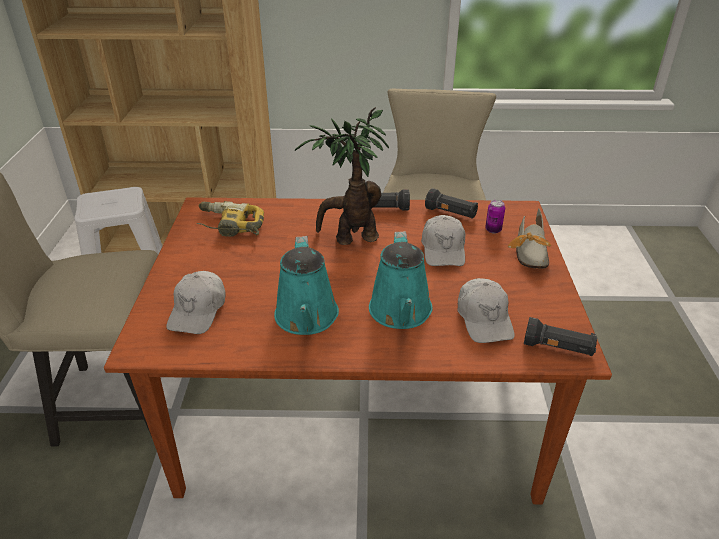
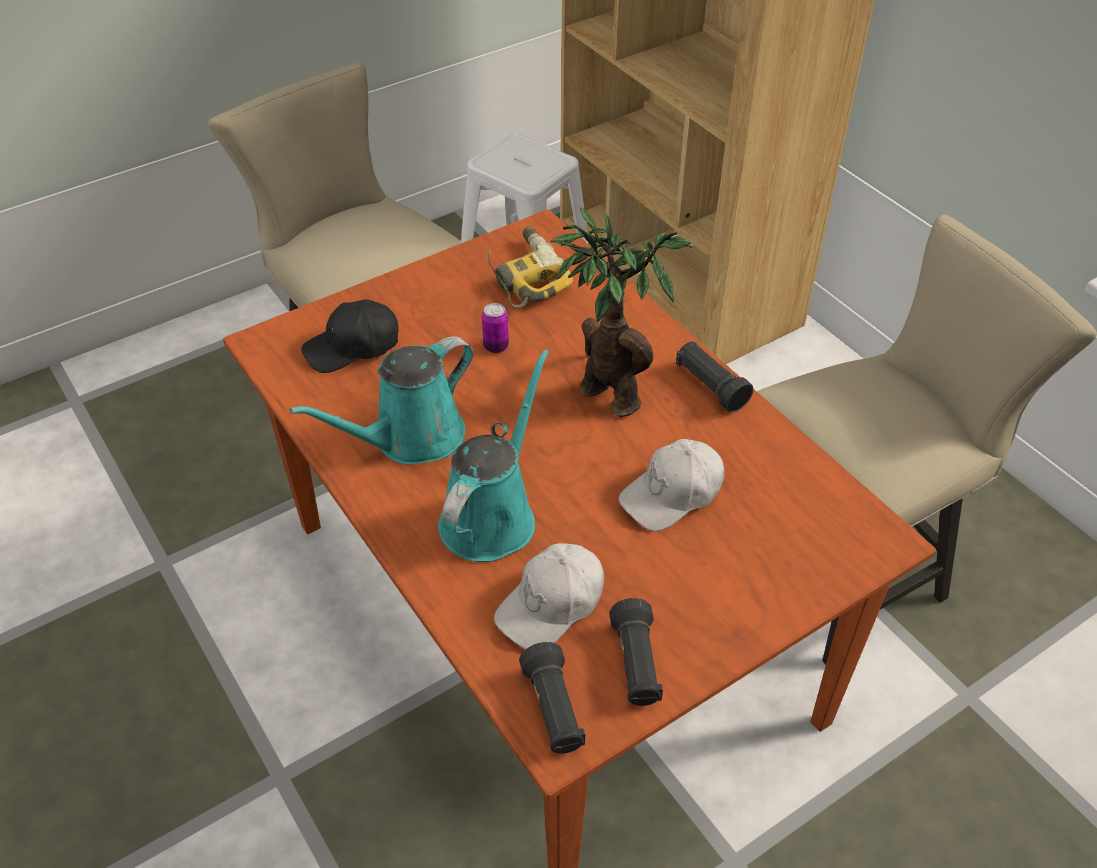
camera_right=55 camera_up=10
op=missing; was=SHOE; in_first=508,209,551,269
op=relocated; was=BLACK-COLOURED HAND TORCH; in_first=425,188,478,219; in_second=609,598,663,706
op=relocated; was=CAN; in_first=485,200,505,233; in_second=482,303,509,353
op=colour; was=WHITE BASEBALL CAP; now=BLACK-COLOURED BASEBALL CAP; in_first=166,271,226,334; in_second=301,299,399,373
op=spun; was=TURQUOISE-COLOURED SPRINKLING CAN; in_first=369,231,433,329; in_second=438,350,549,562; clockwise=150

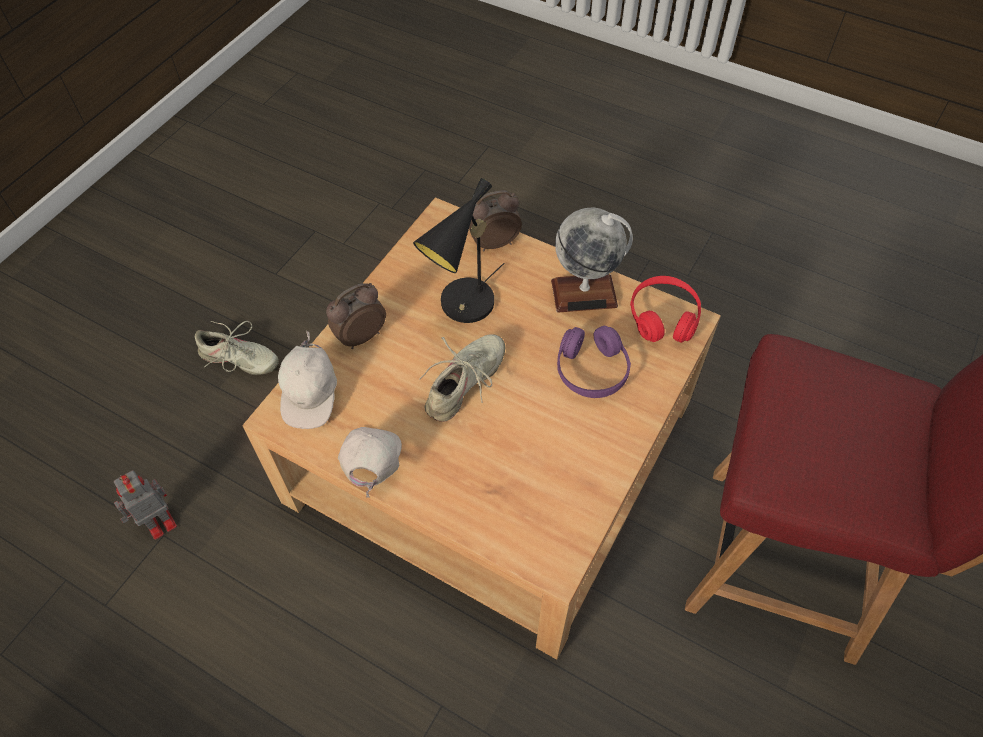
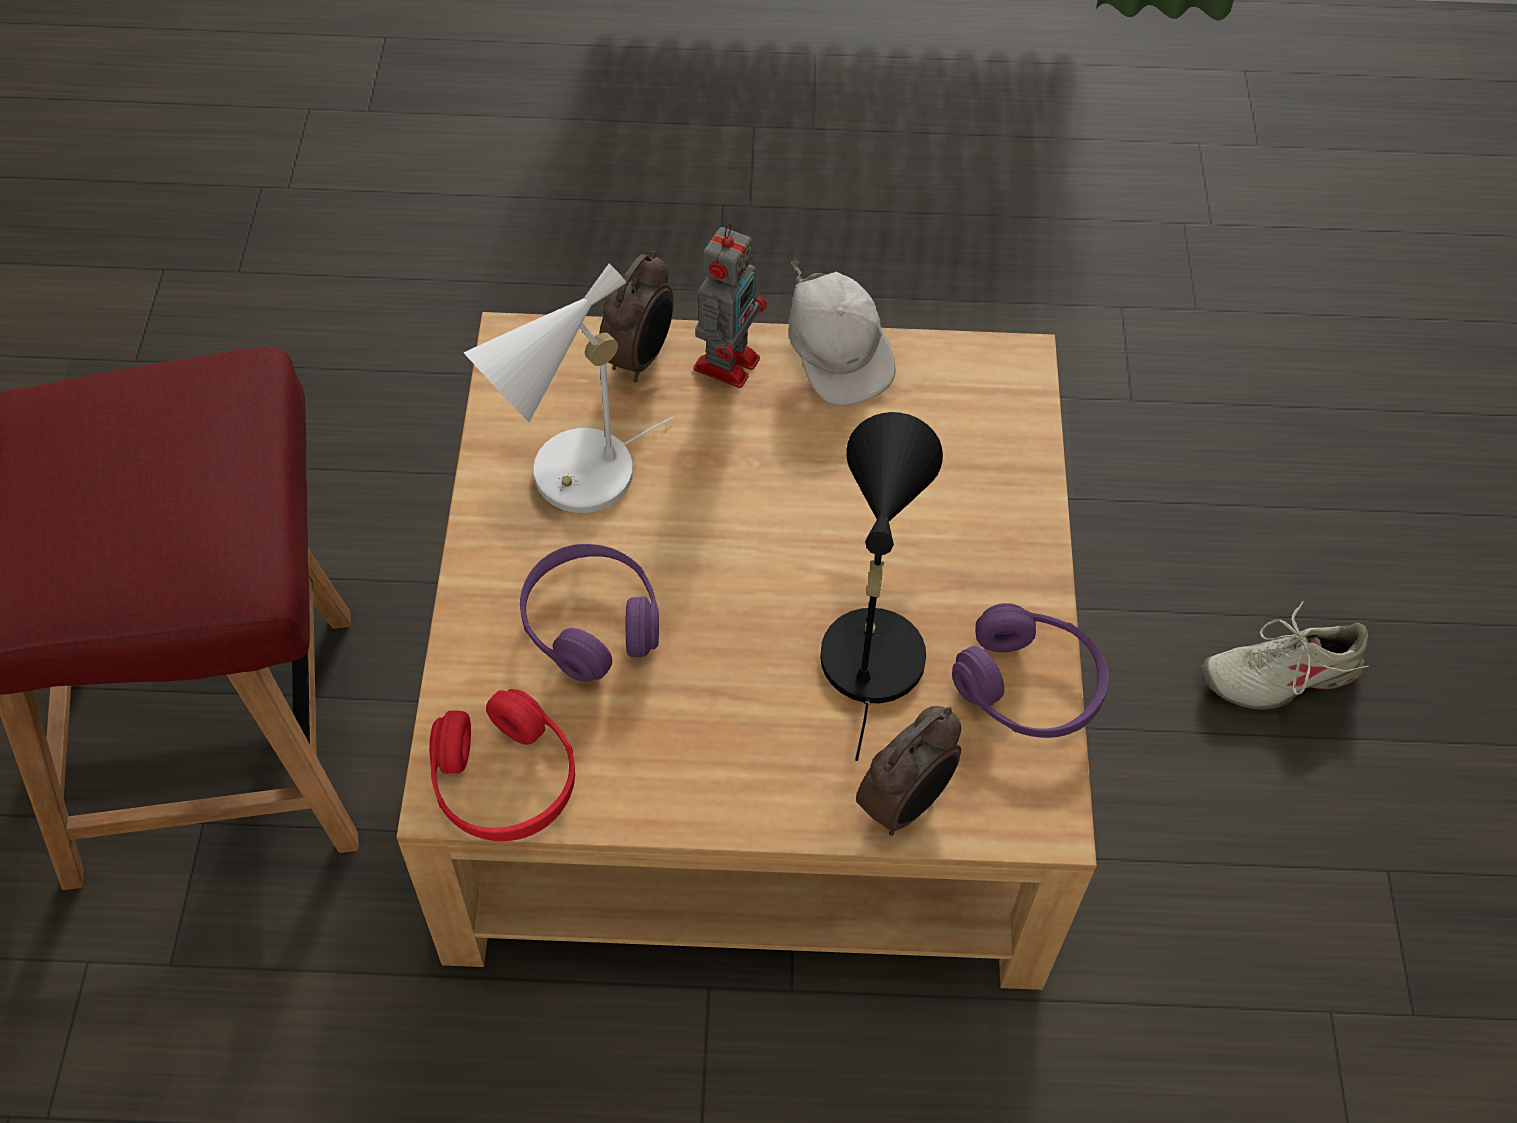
camera_right=150 camera_up=0
op=missing; was=WHITE BASEBALL CAP; in_first=278,331,337,429
op=missing; was=SAND-COLOURED SHOE; in_first=420,334,506,422
op=missing; was=DESK GLOBE; in_first=551,208,633,313
op=appeared; now=WHITE LAMP FOR A TABLE; in_second=463,264,674,513
op=appeared; now=PURPLISH PAIR OF HEADPHONES; in_second=952,603,1109,738
op=relocated; was=TOY ROBOT; in_first=114,470,177,540; in_second=693,223,767,388
op=relocated; was=TABLE CLOCK; in_first=326,283,386,349; in_second=599,251,673,382

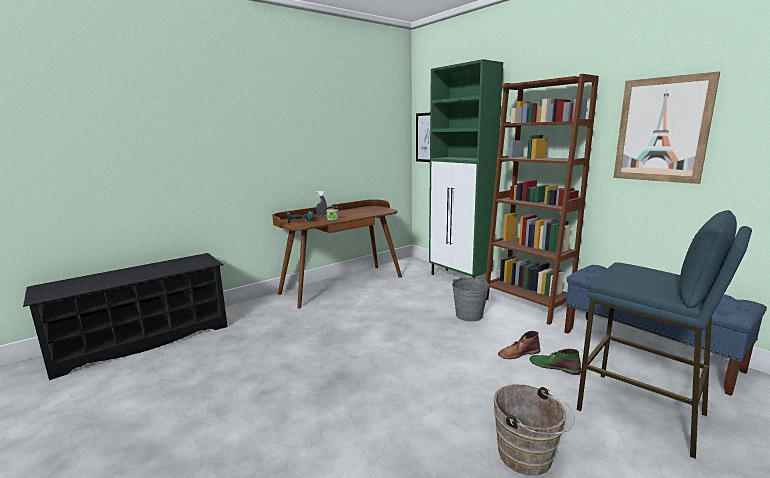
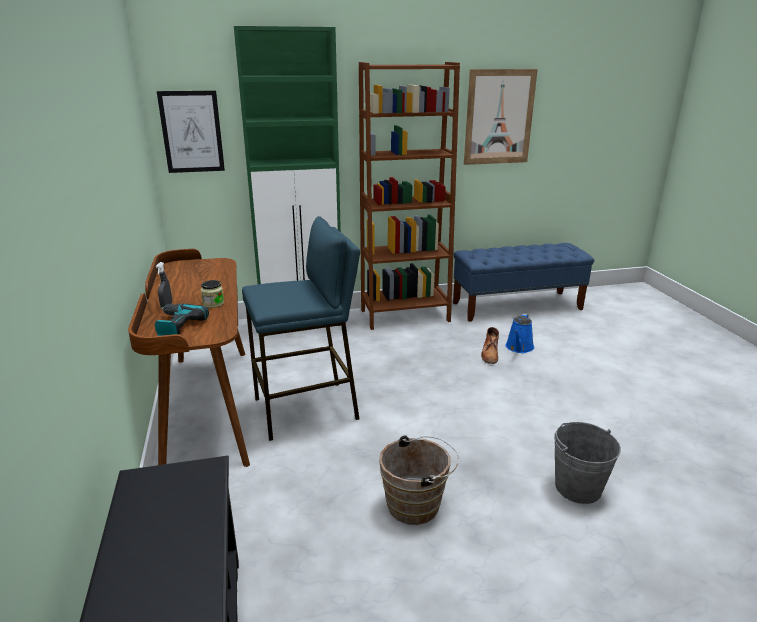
camera_right=-65 camera_up=10
op=relocated; was=GRAY PAIL; in_first=452,277,489,322; in_second=554,422,621,504
op=relocated; was=BROWN PAIL; in_first=494,384,575,476; in_second=379,435,459,525
op=relocated; was=BLUE STOOL; in_first=577,210,752,459; in_second=242,216,360,441
op=exchanged; was=GREEN TALL BOOT; now=BLUE SPRINKLING CAN; in_first=529,349,581,375; in_second=505,313,534,353

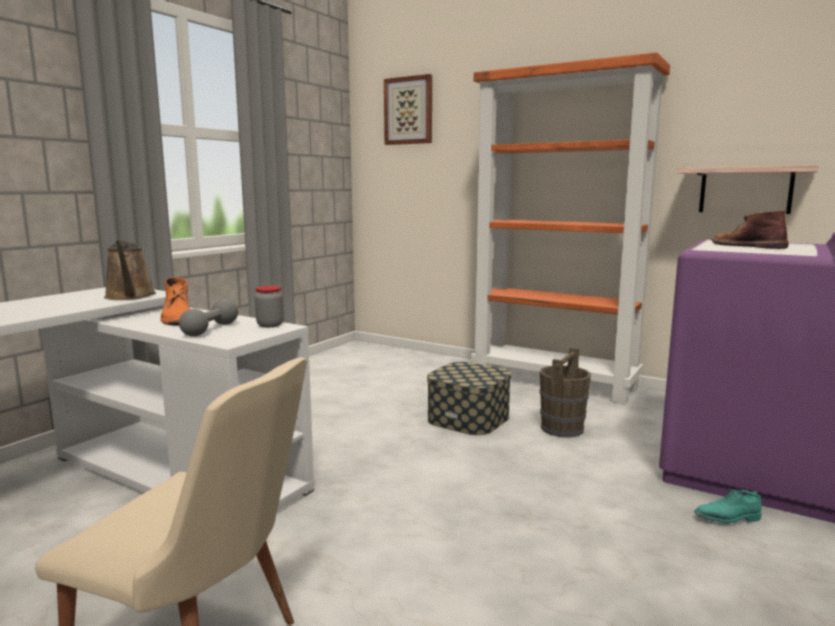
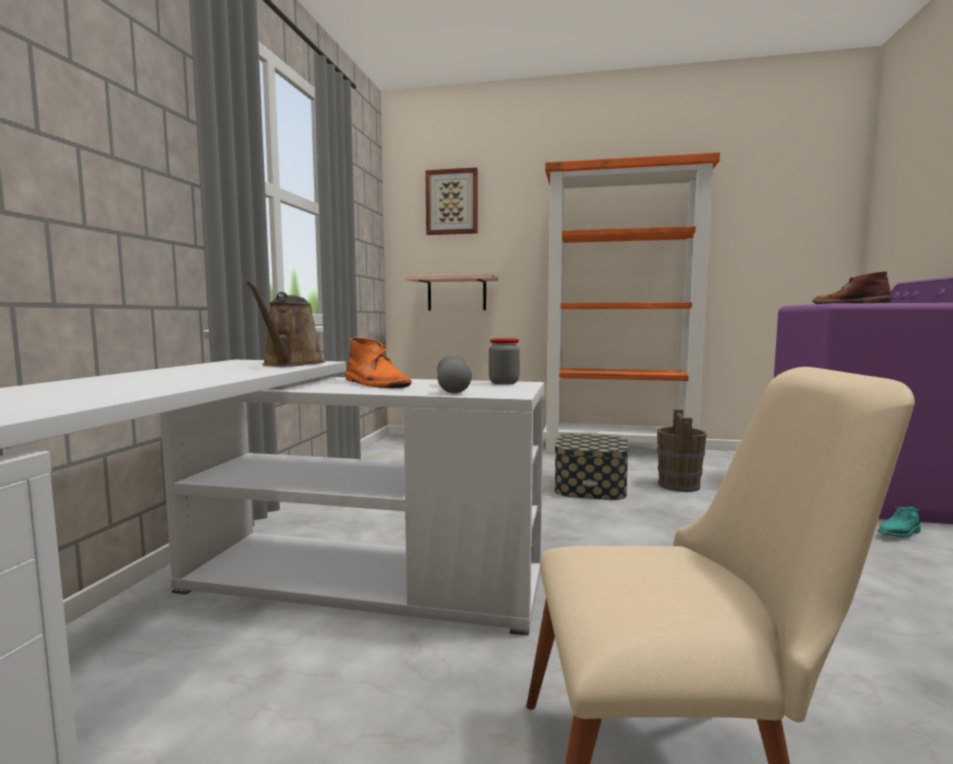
camera_right=-20 camera_up=-5
op=relocated; was=BRACKET SHELF; in_first=677,165,819,214; in_second=404,274,498,310
op=spun; was=BROWN SPRINKLING CAN; in_first=104,240,156,300; in_second=246,281,325,367; clockwise=45

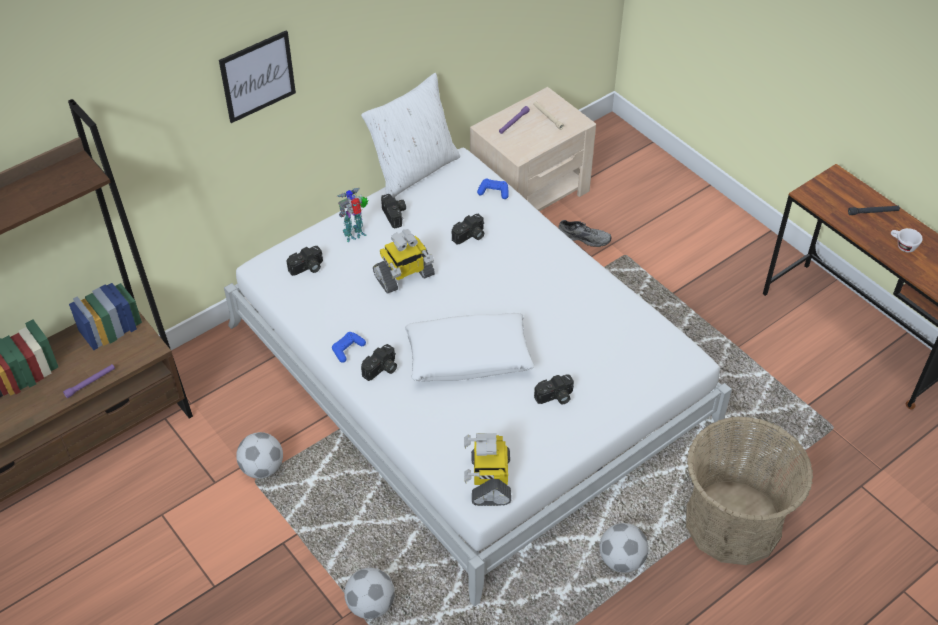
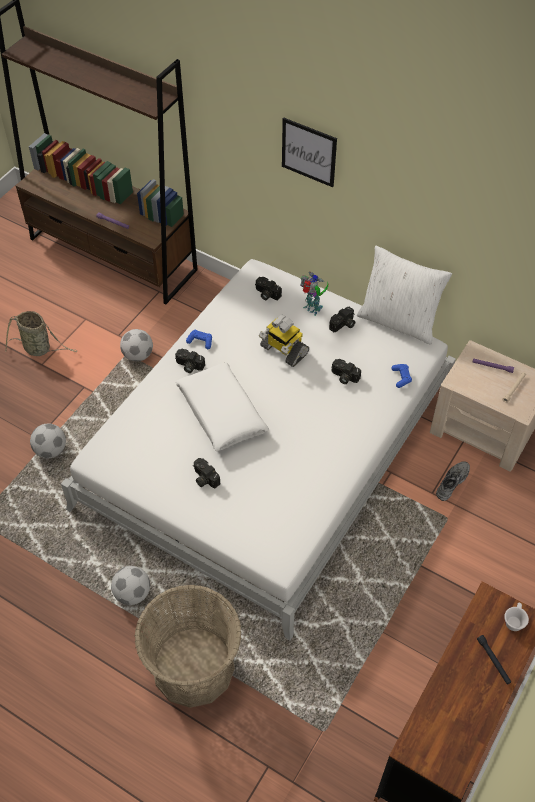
camera_right=70 camera_up=5
op=missing; was=TOY ROBOT; in_first=464,433,511,506
op=appeared; now=STORAGE BASKET; in_second=5,311,77,356
op=relocated; was=WHITE SMALL CUP; in_first=891,228,923,252; in_second=504,603,529,631
op=spun; was=GRAY SHOE; in_first=558,220,612,247; in_second=436,461,470,501; clockwise=-135

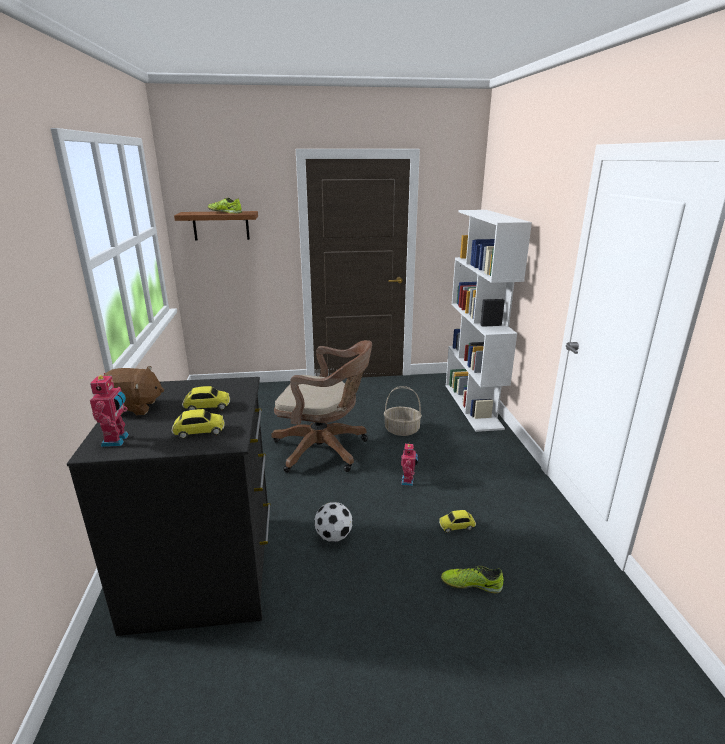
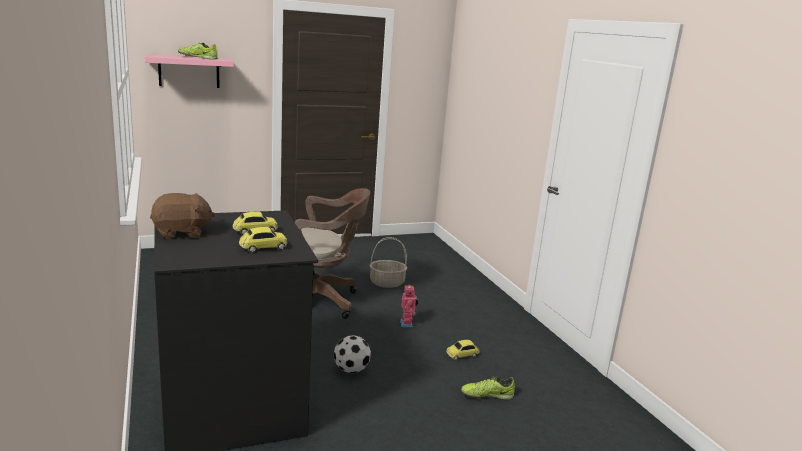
camera_right=-15 camera_up=-5
op=missing; was=TOY ROBOT; in_first=90,373,129,447
op=missing; was=WHITE BOOKSHELF; in_first=446,210,532,432
op=colour; was=BROWN BRACKET SHELF; now=PINK-COLOURED BRACKET SHELF; in_first=174,211,258,241; in_second=145,54,234,88

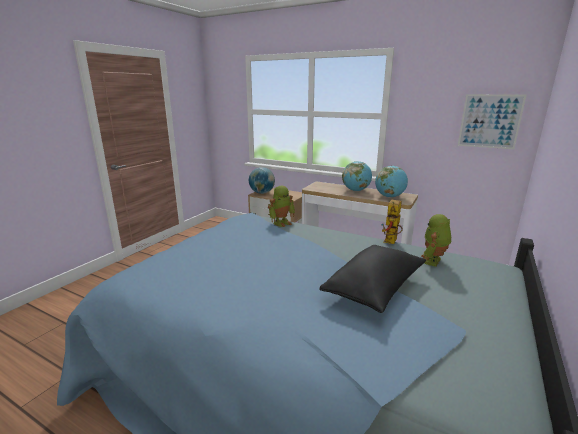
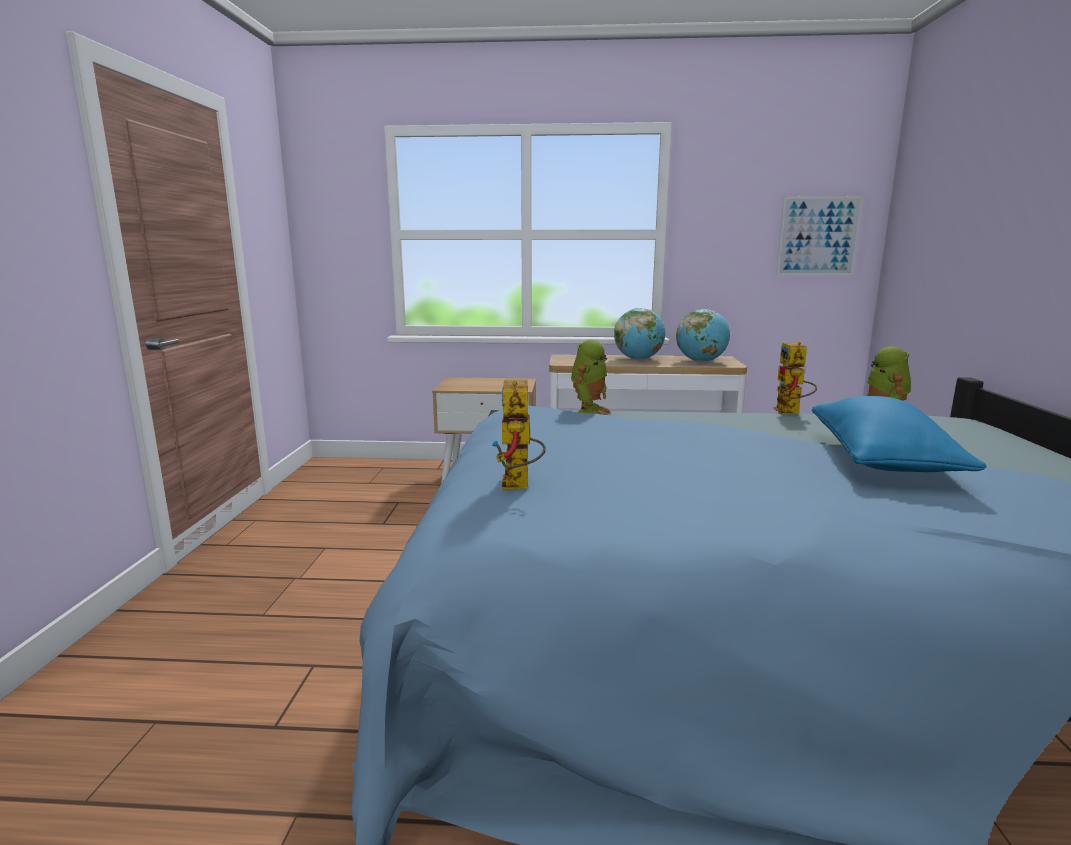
camera_right=-25 camera_up=-5
op=missing; was=DESK GLOBE; in_first=249,167,275,194
op=appeared; now=TOY ROBOT; in_second=492,380,546,489
op=colour; was=BLACK-COLOURED THROW PILLOW; now=BLUE THROW PILLOW; in_first=319,245,426,313; in_second=812,396,986,472

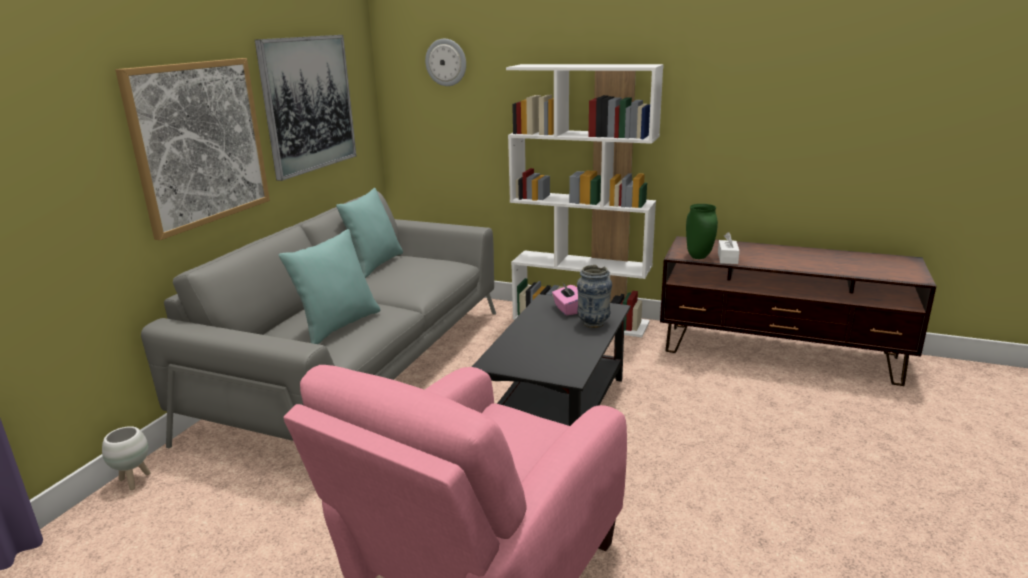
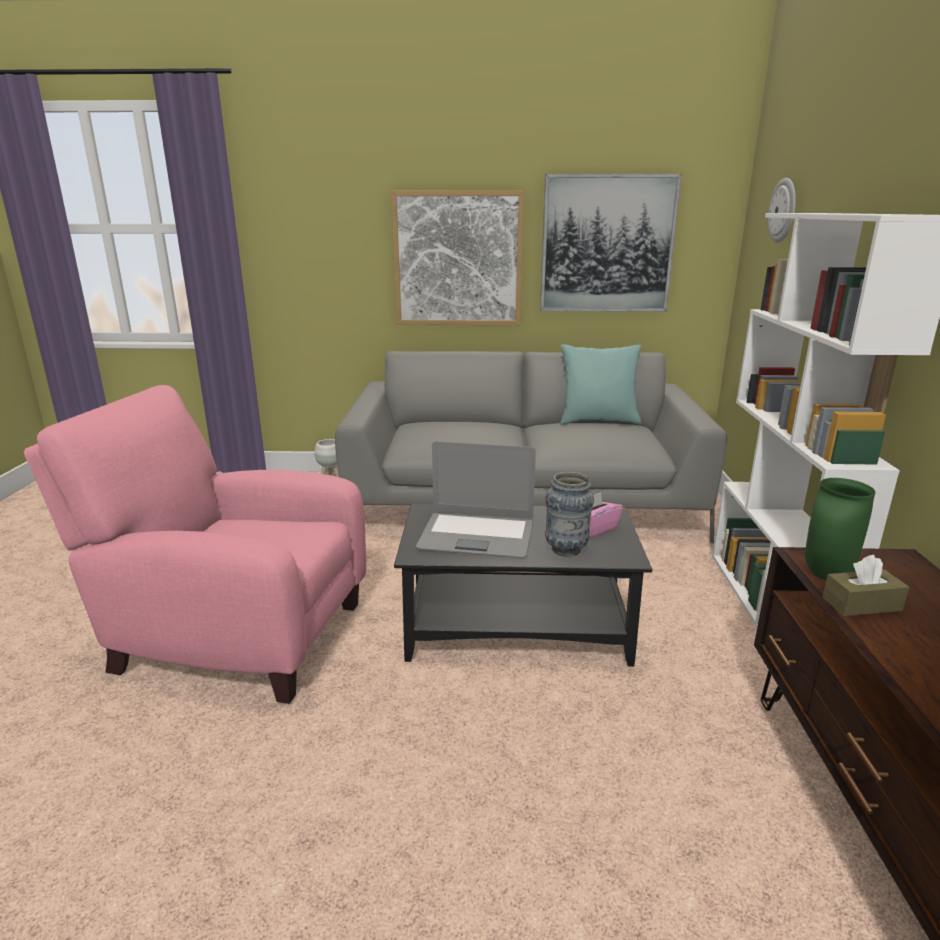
camera_right=70 camera_up=0
op=missing; was=TURQUOISE-COLOURED THROW PILLOW; in_first=279,229,381,344
op=appeared; now=PORTABLE COMPUTER; in_second=416,441,536,558
op=colour; was=WHITE TISSUE BOX; now=BROWN TISSUE BOX; in_first=718,232,740,264; in_second=823,555,909,616

